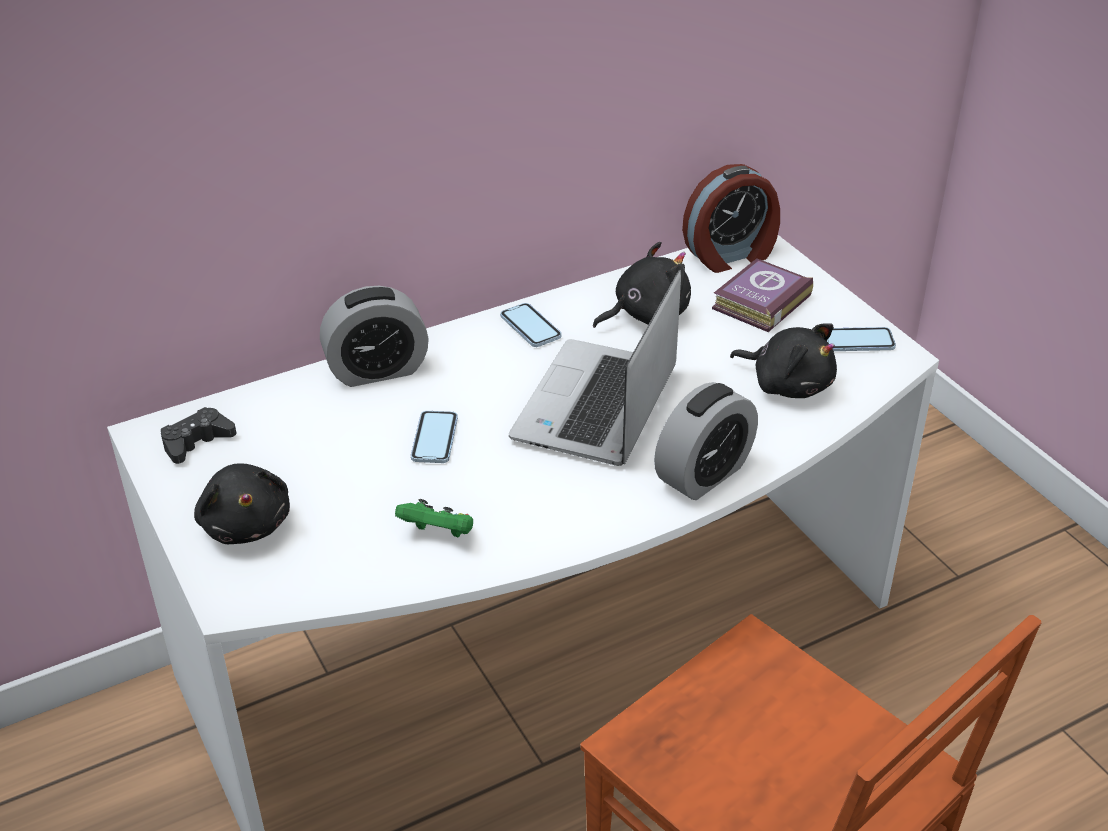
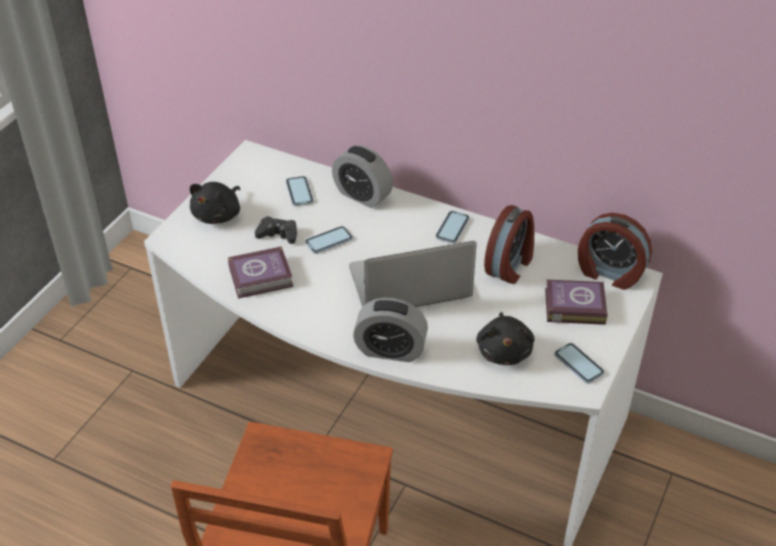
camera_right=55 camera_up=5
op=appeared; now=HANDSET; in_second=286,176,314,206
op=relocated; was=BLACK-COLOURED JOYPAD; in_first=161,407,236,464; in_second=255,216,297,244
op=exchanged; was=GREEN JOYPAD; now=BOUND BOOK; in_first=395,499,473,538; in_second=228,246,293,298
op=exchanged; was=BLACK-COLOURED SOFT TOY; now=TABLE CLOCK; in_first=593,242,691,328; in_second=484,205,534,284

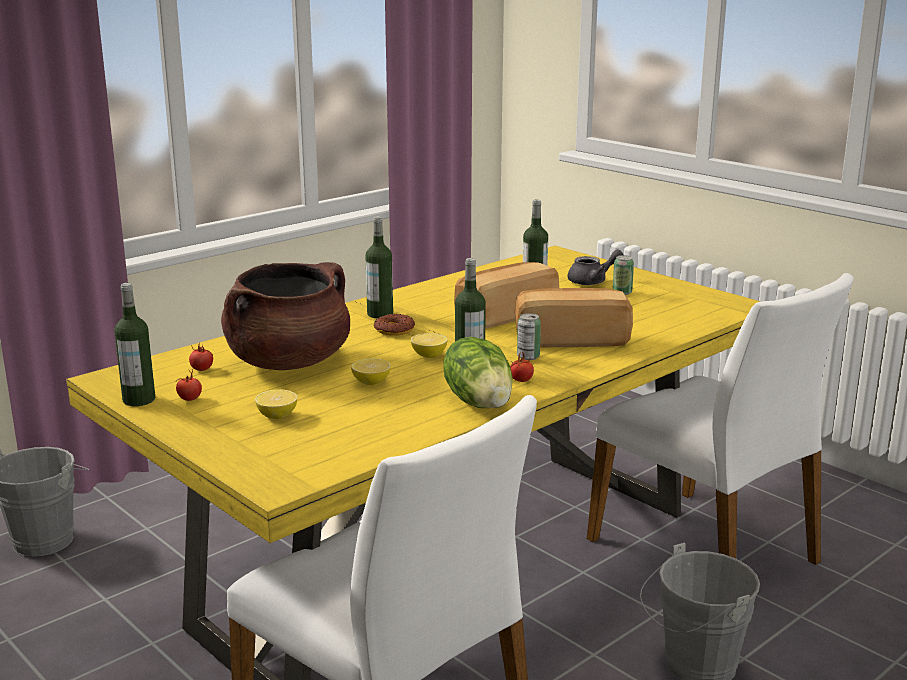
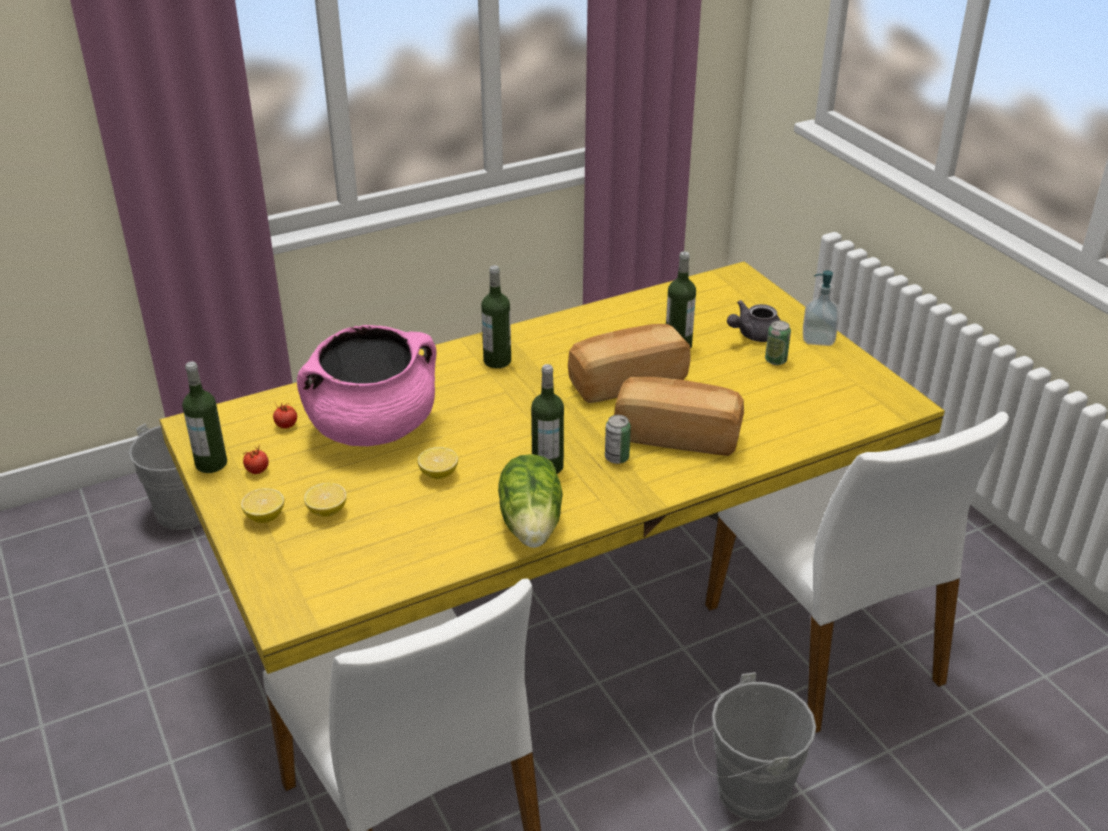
camera_right=15 camera_up=15
op=missing; was=DONUT; in_first=374,314,415,336
op=missing; was=TOMATO; in_first=510,351,534,382
op=appeared; now=SOAP BOTTLE; in_second=803,271,839,346
op=relocated; was=WHOLE LEMON; in_first=411,333,448,358; in_second=241,488,284,523
op=colour; was=BROWN SAUCEPOT; now=PINK-COLOURED SAUCEPOT; in_first=221,262,350,370; in_second=297,325,437,446
op=spun; was=GRAY POT FOR TEA; in_first=568,250,624,285; in_second=727,300,781,342; clockwise=150

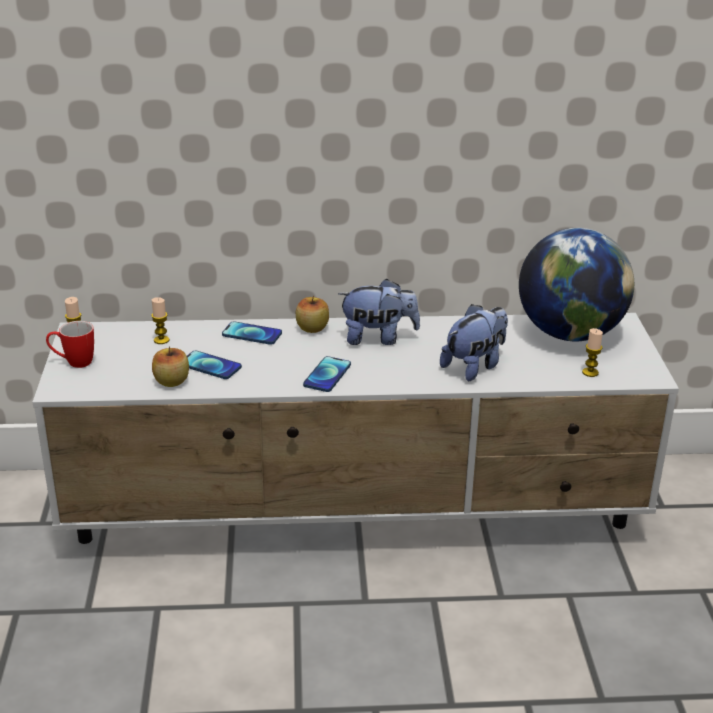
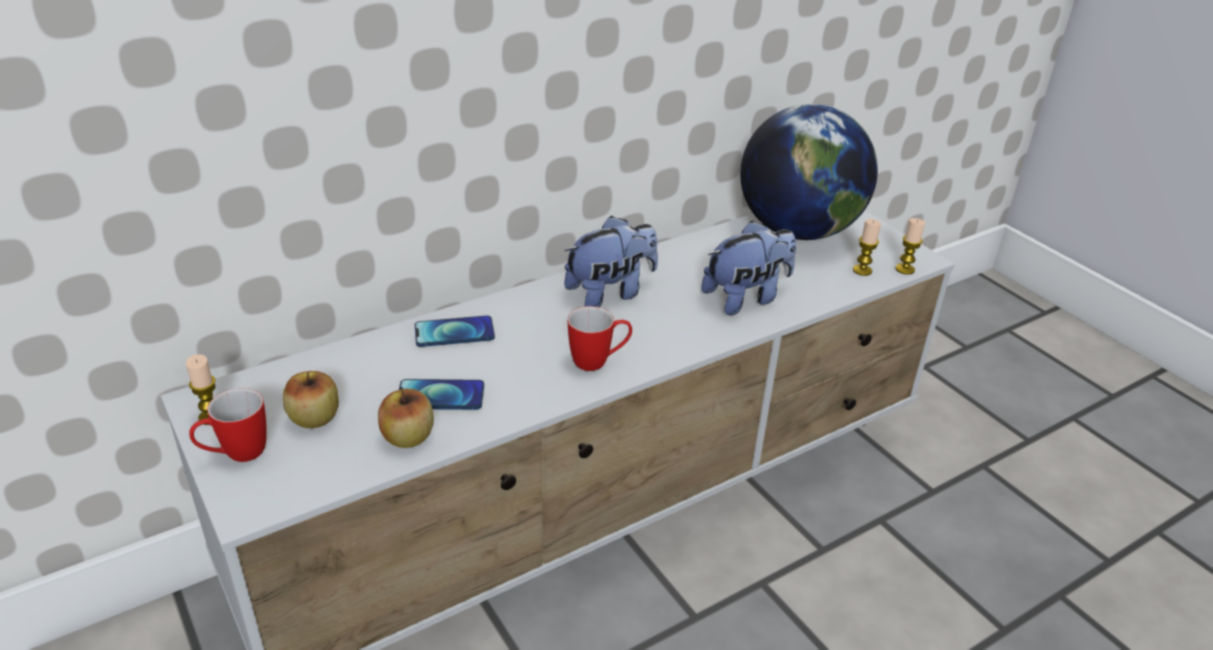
camera_right=-30 camera_up=5
op=relocated; was=WAX CANDLE; in_first=151,297,169,344; in_second=896,218,925,275
op=relocated; was=APPLE FRUIT; in_first=296,296,329,333; in_second=283,371,339,428
op=exchanged; was=HANDSET; now=TEA MUG; in_first=303,356,351,392; in_second=568,306,632,371
op=spun; was=SOFT TOY; in_first=440,304,508,381; in_second=701,221,796,316; clockwise=45

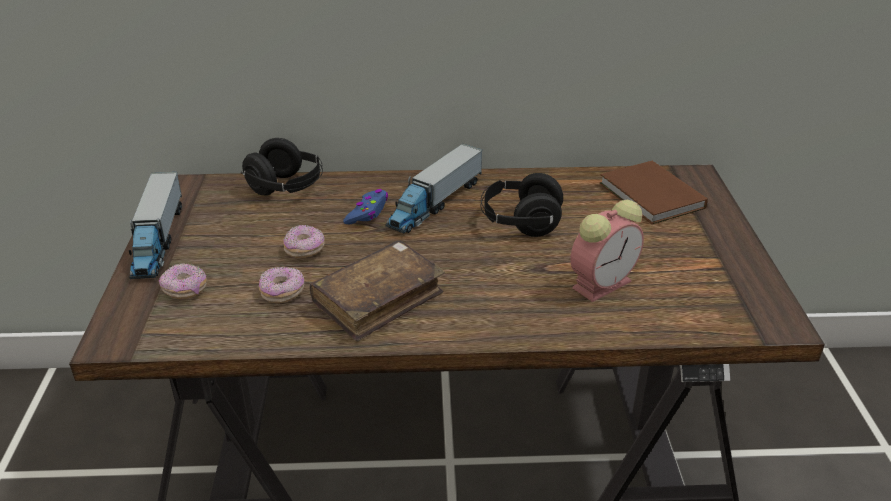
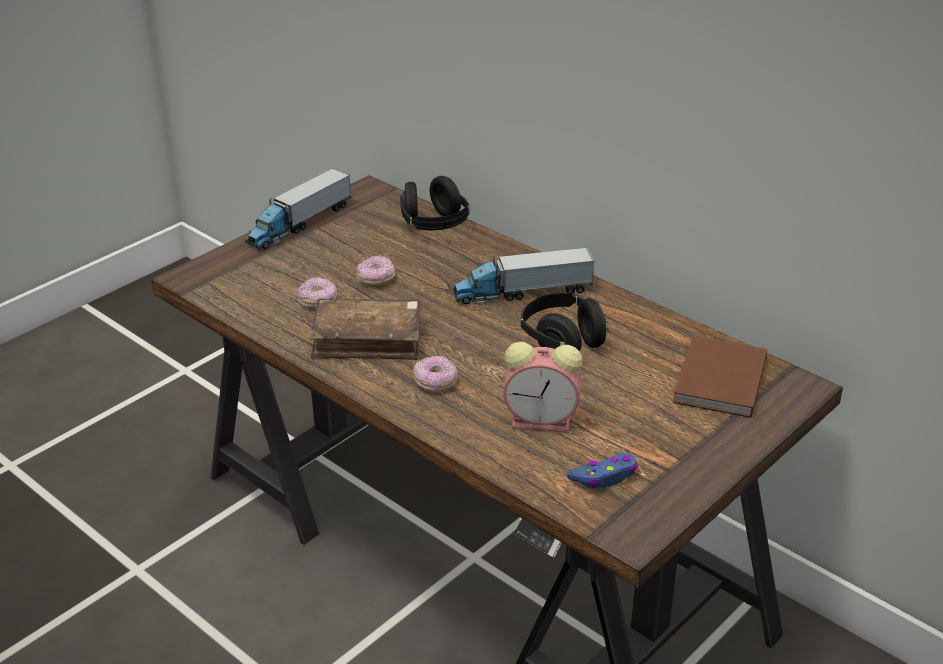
camera_right=45 camera_up=0
op=relocated; was=DONUT; in_first=159,263,207,299; in_second=413,356,458,392
op=relocated; was=BLUE JOYPAD; in_first=343,189,388,225; in_second=567,453,638,488

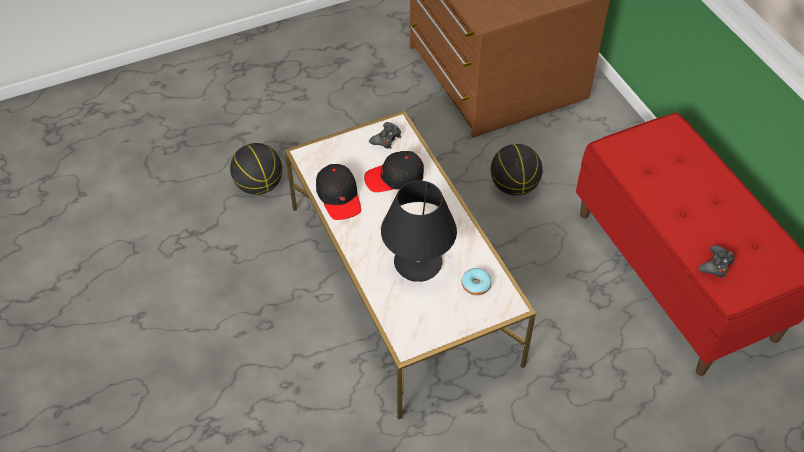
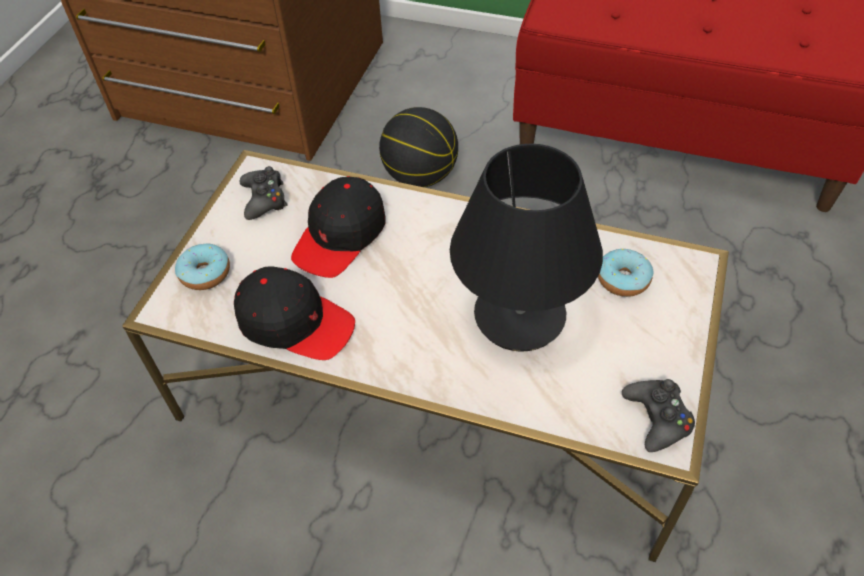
camera_right=-45 camera_up=0
op=missing; was=BASKETBALL BALL; in_first=230,143,282,195
op=appeared; now=DONUT; in_second=175,243,230,290
op=relocated; was=BLACK-COLOURED JOYPAD; in_first=698,245,735,278; in_second=622,379,695,452

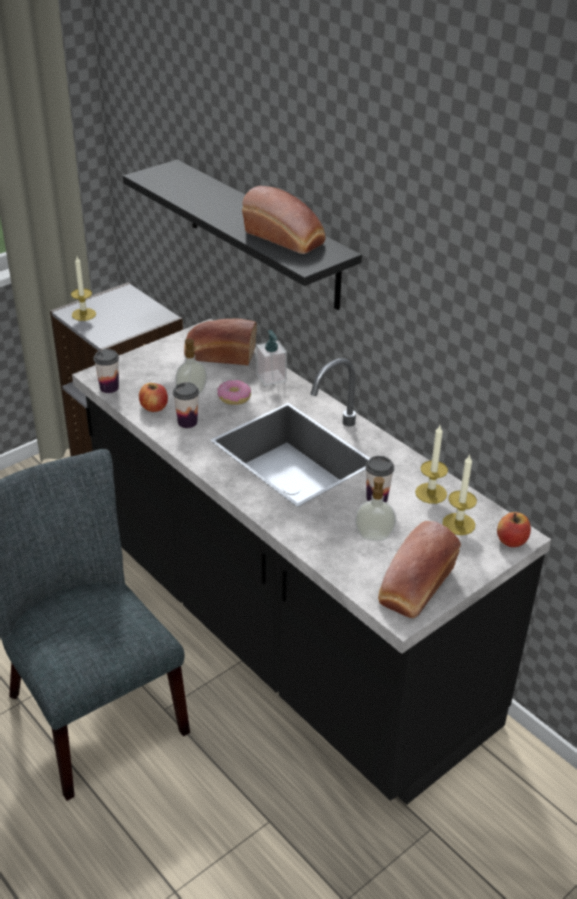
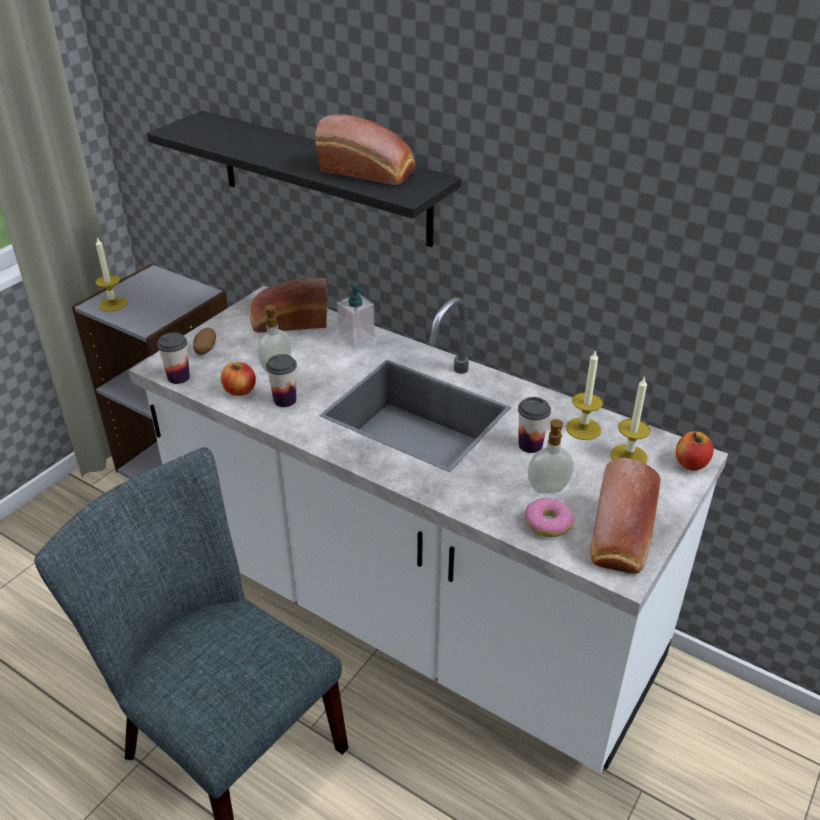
camera_right=-15 camera_up=0
op=appeared; now=WHOLE POTATO; in_second=193,327,216,355
op=relocated; was=DONUT; in_first=217,380,251,405; in_second=525,498,574,537
op=colour; was=BLACK-COLOURED KITCHEN COUNTER; now=WHITE KITCHEN COUNTER; in_first=72,319,551,805; in_second=128,286,728,773

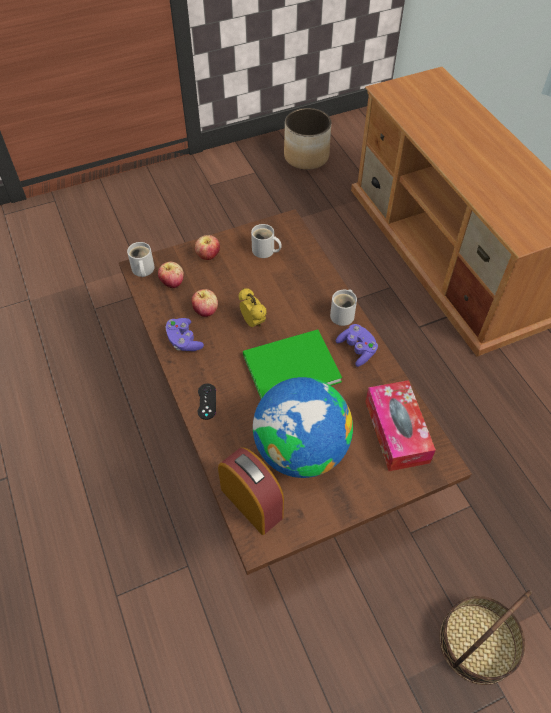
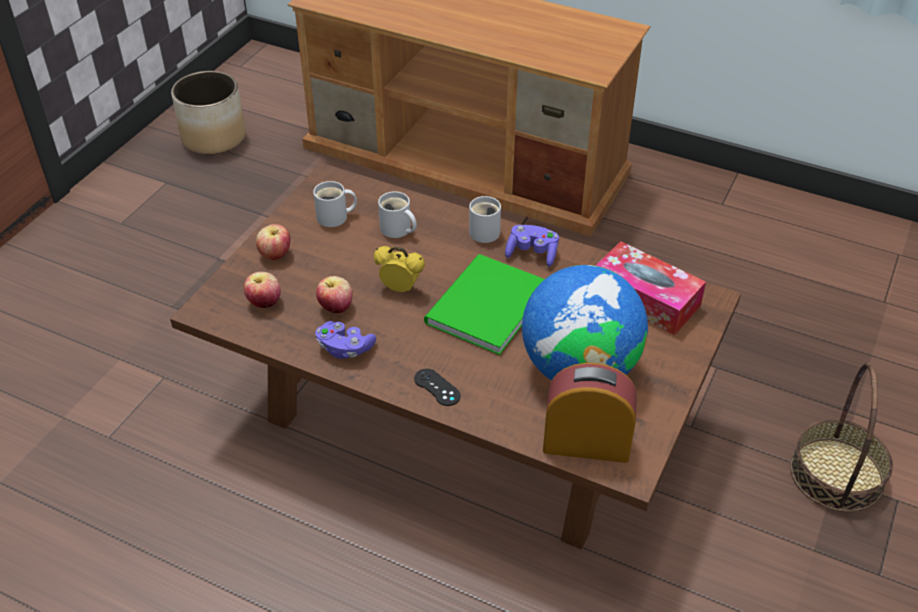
camera_right=-40 camera_up=-10
op=relocated; was=WHITE TEA MUG; in_first=127,242,155,277; in_second=378,191,417,238

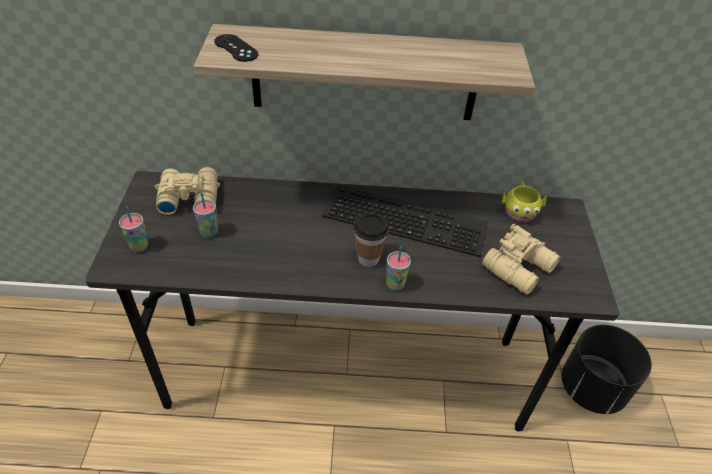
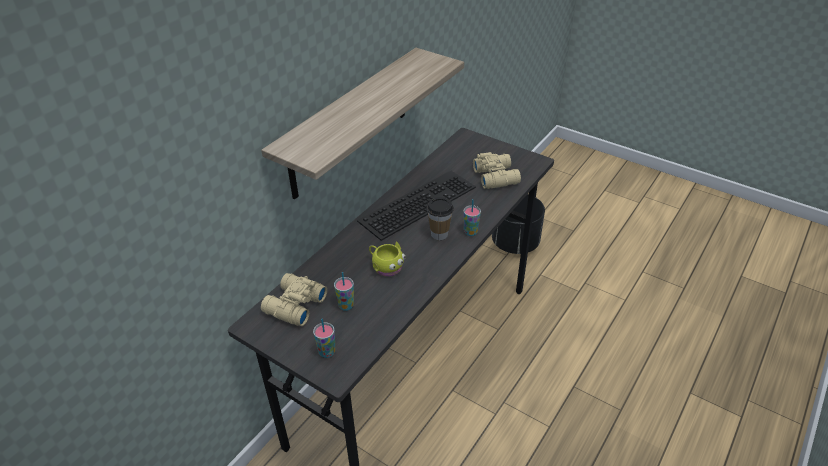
camera_right=-55 camera_up=-5
op=missing; was=BLACK-COLOURED JOYPAD; in_first=214,34,258,62
op=relocated; was=YELLOW TEA MUG; in_first=502,181,547,222; in_second=369,241,406,277

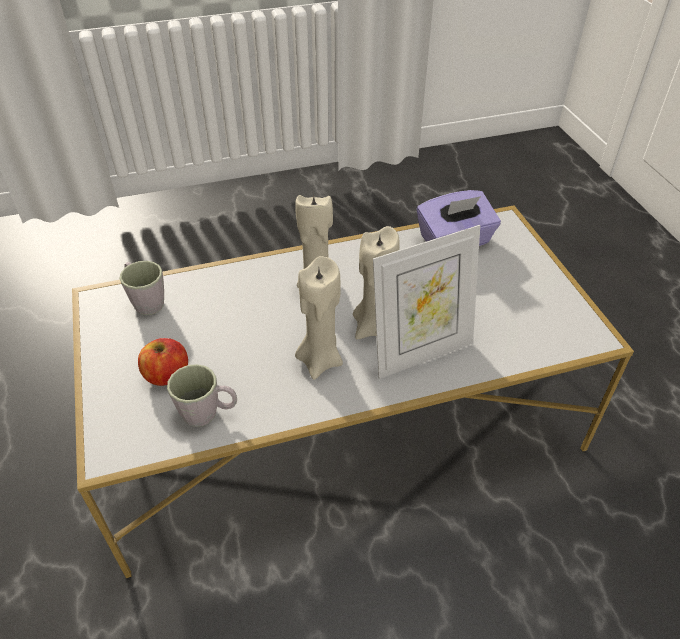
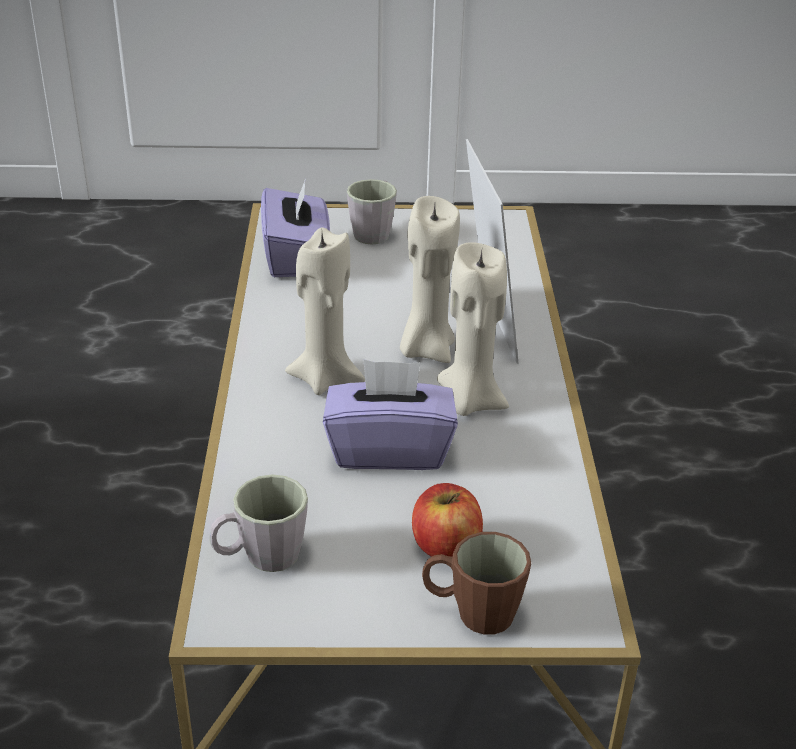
camera_right=-75 camera_up=-10
op=appeared; now=PURPLISH TISSUE BOX; in_second=323,360,458,470
op=appeared; now=BROWN TEA MUG; in_second=422,532,531,635
op=relocated; was=GRAY TEA MUG; in_first=167,364,237,427; in_second=347,179,397,244

